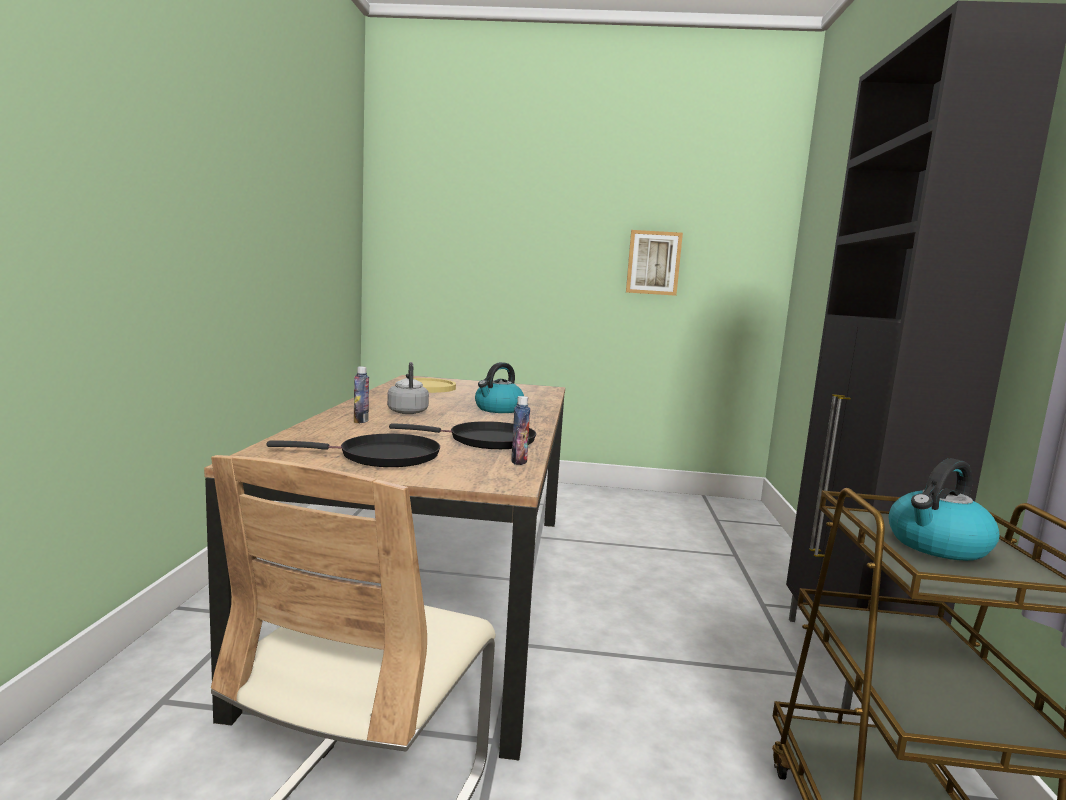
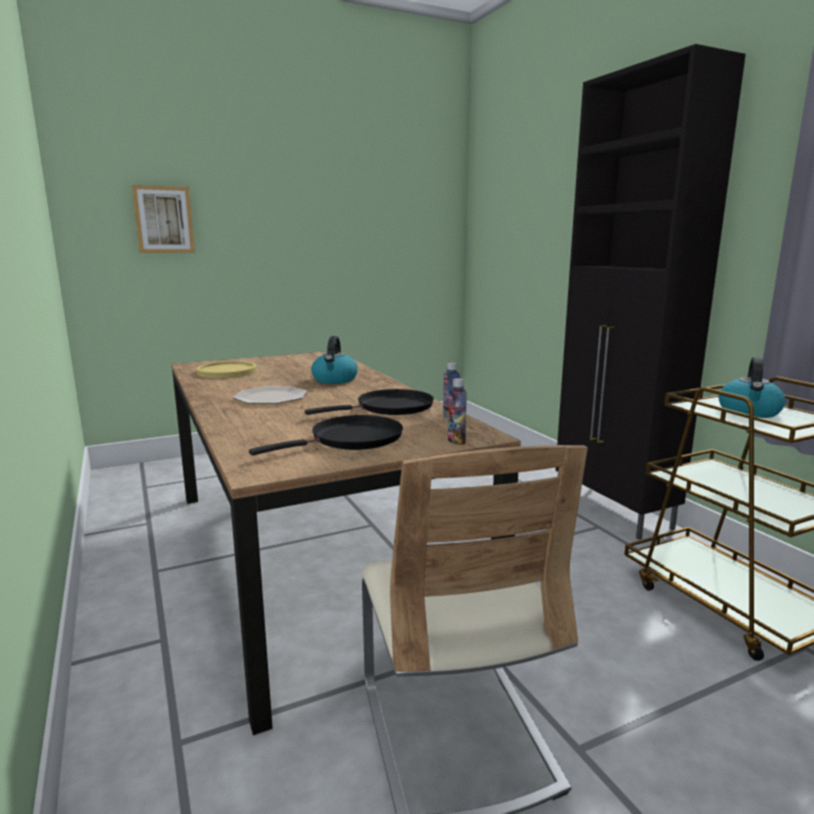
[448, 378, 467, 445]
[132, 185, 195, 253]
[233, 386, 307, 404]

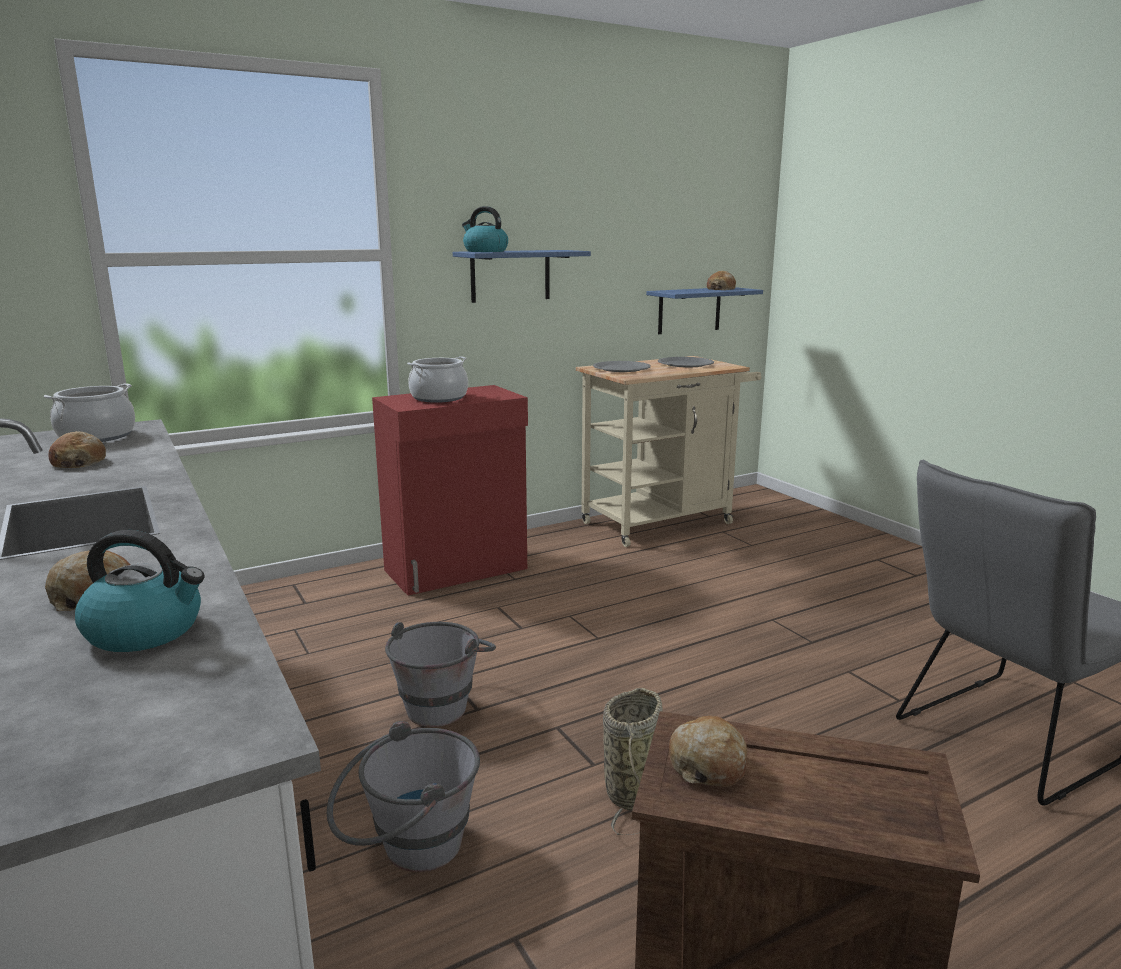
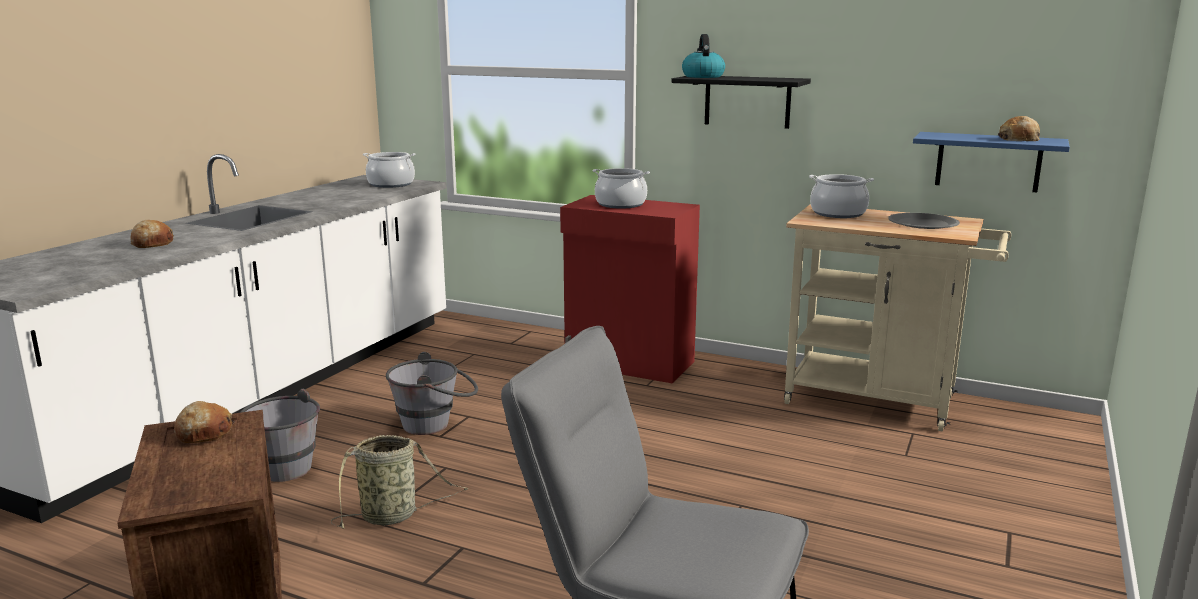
[49, 431, 106, 468] (first image)
[75, 530, 205, 652] (first image)
[809, 174, 874, 218]
[672, 76, 811, 129]

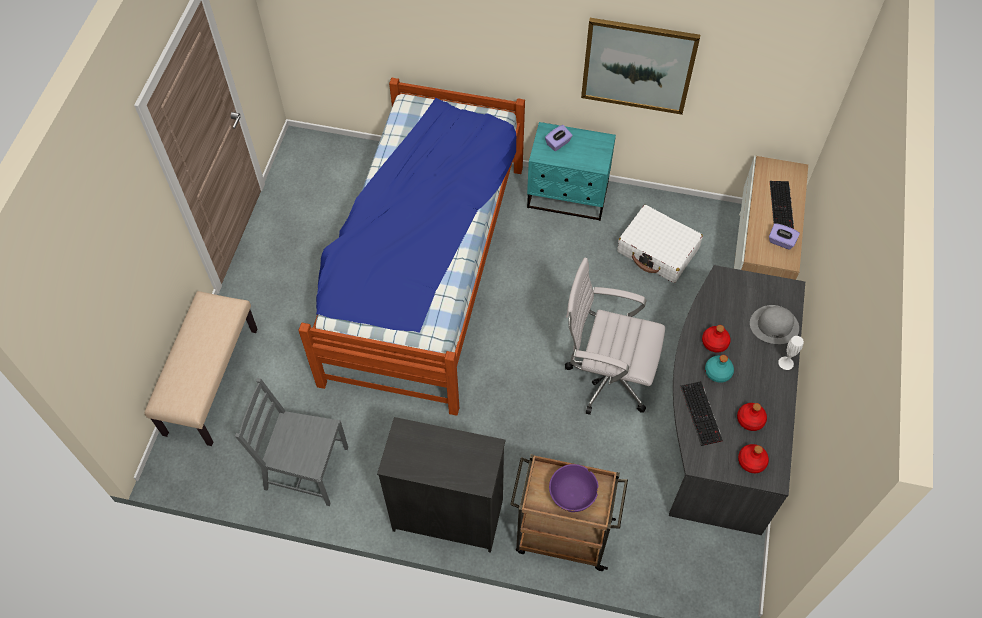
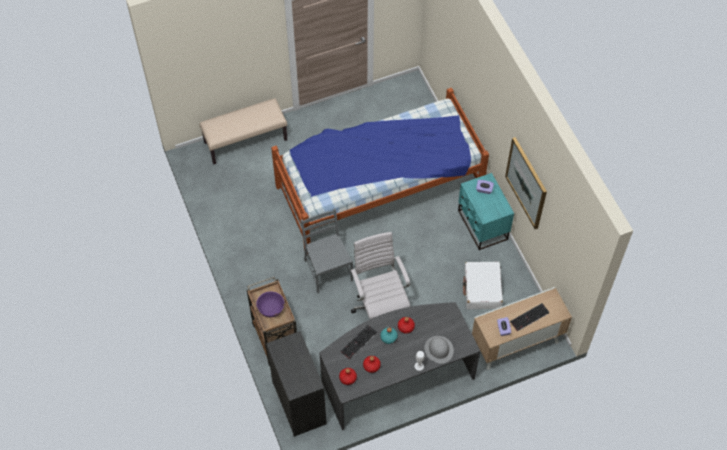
[301, 208, 353, 293]
[266, 331, 327, 437]

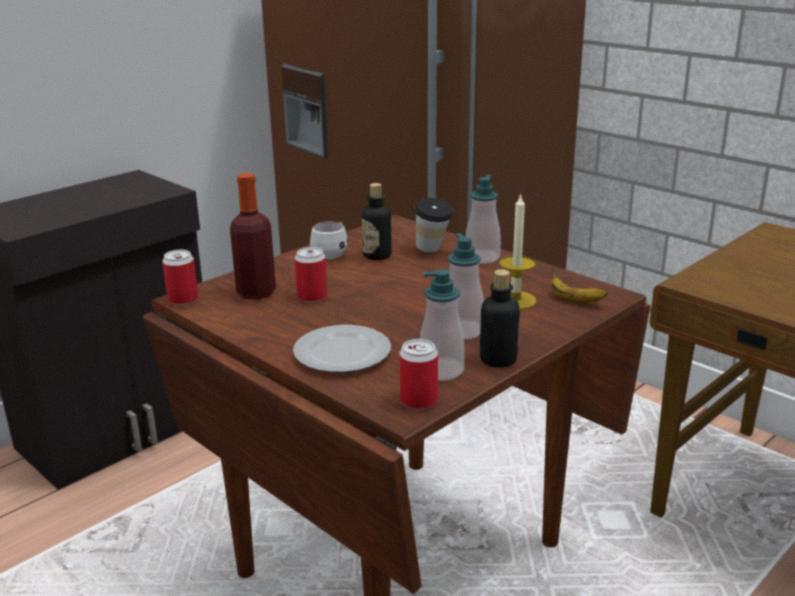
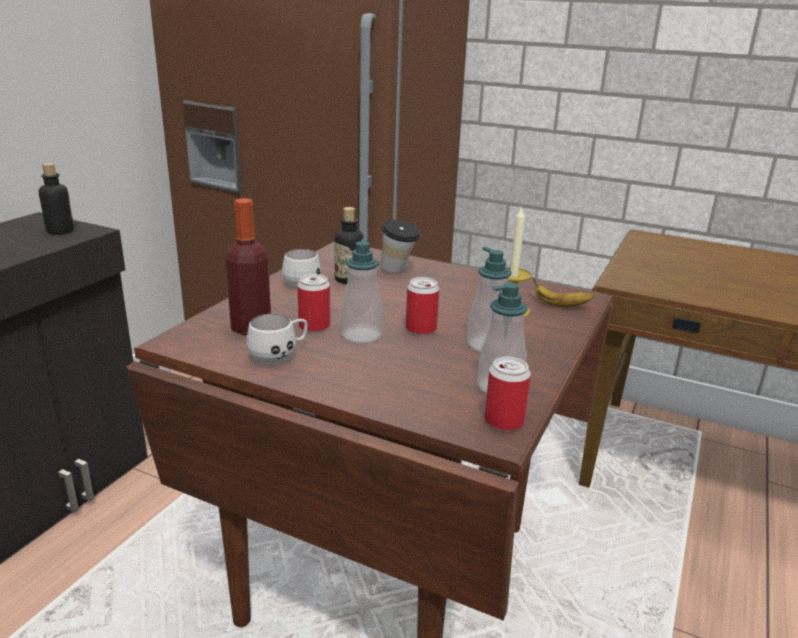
[293, 325, 391, 373] (first image)
[246, 314, 308, 363]
[406, 277, 439, 335]
[341, 238, 383, 343]
[39, 163, 74, 235]

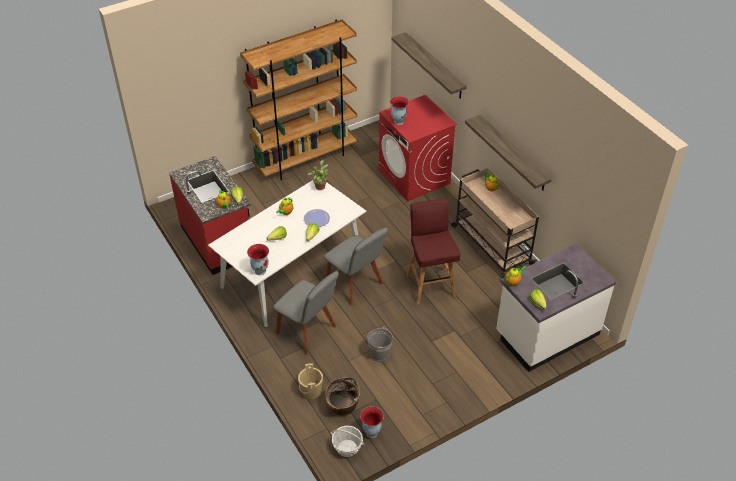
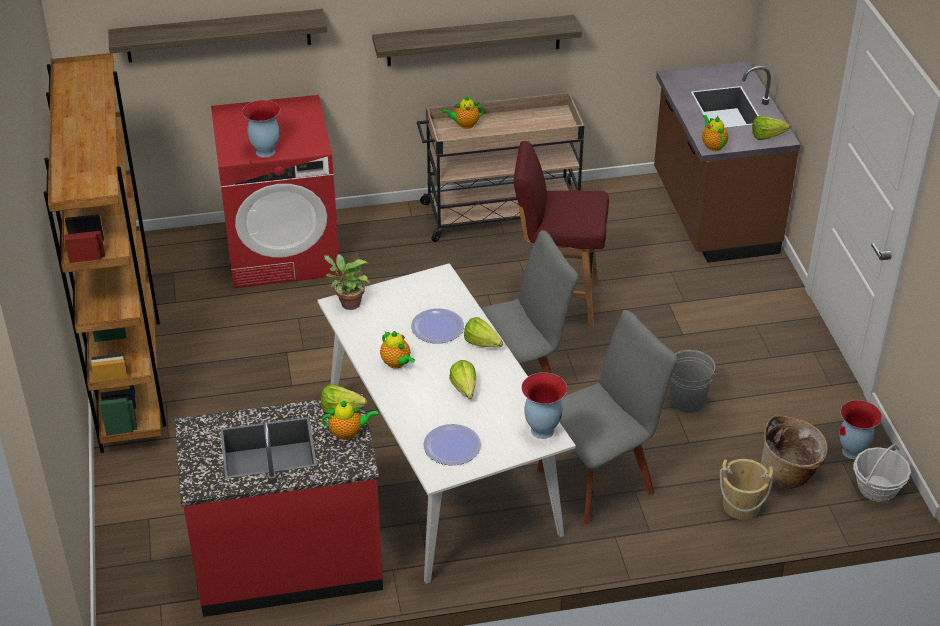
[423, 424, 481, 466]
[654, 62, 800, 263]

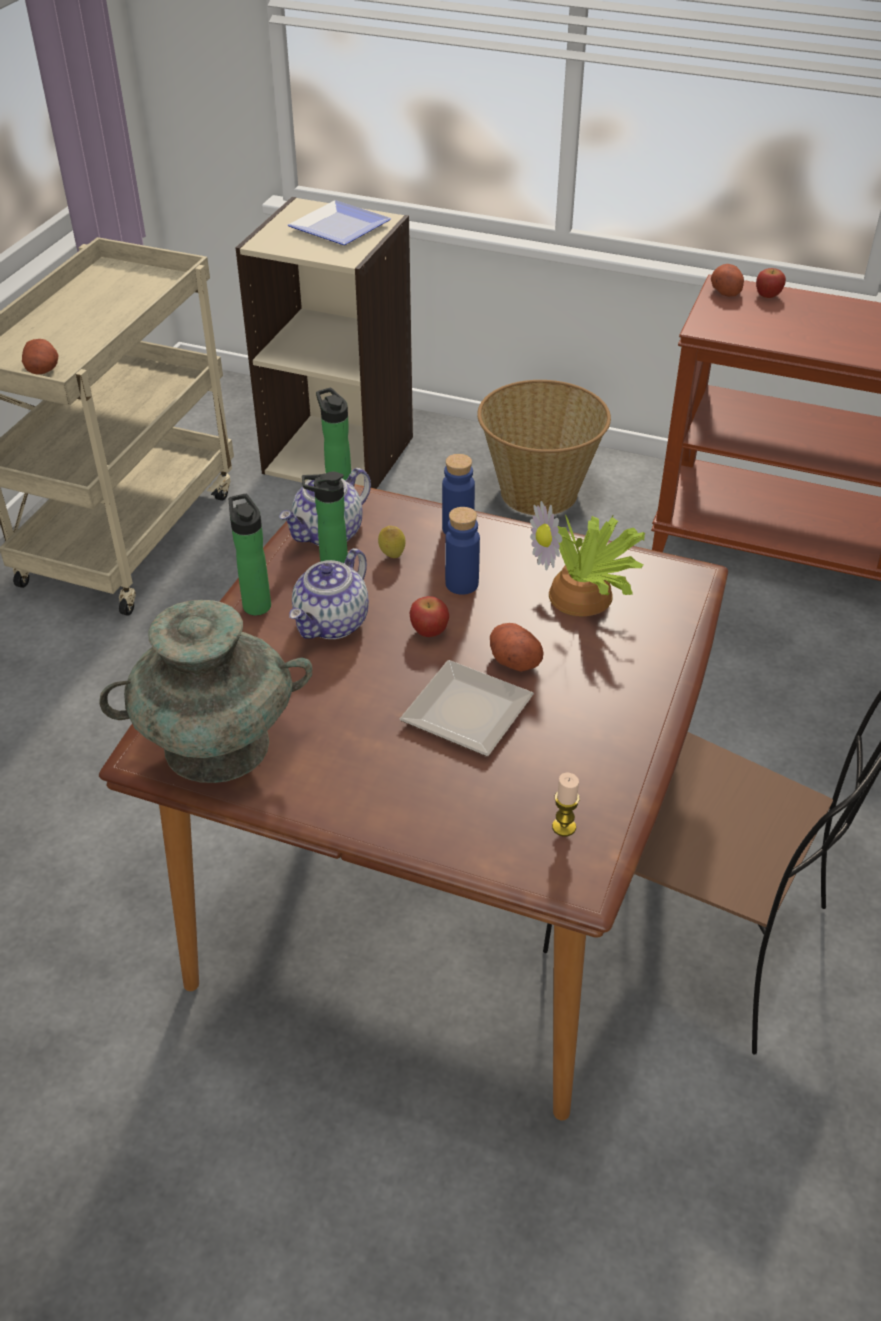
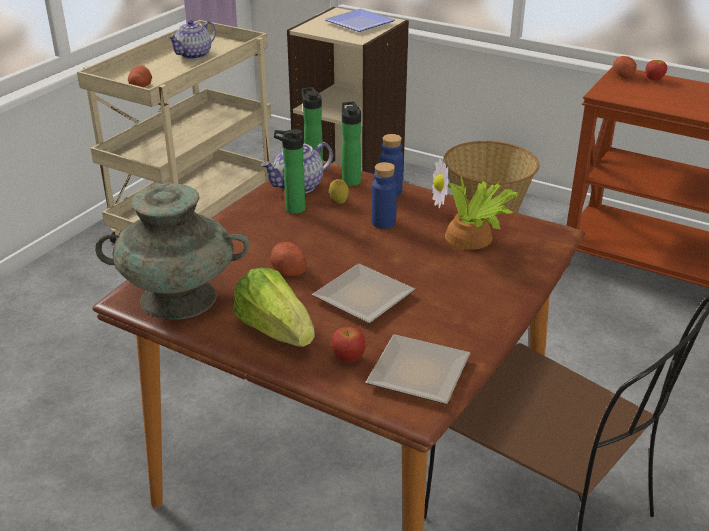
[233, 268, 315, 347]
[342, 102, 361, 186]
[167, 20, 216, 59]
[331, 327, 366, 362]
[270, 242, 307, 276]
[366, 334, 470, 404]

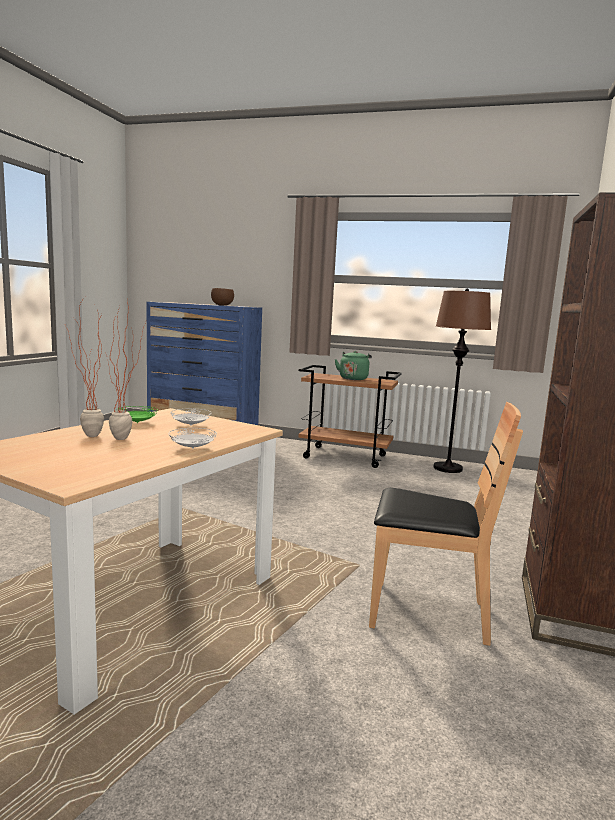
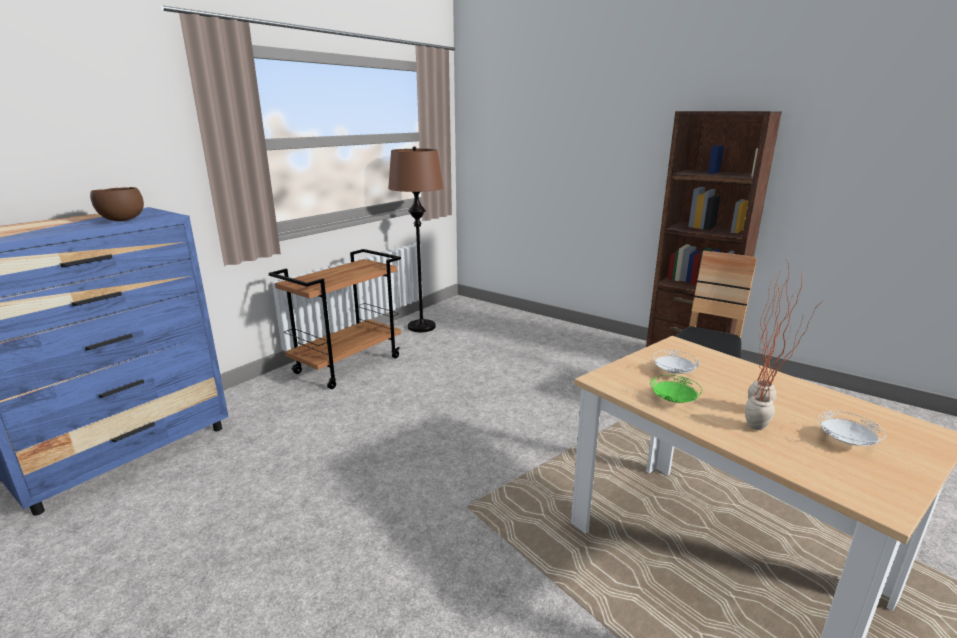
[335, 351, 372, 380] (first image)
[818, 411, 886, 446]

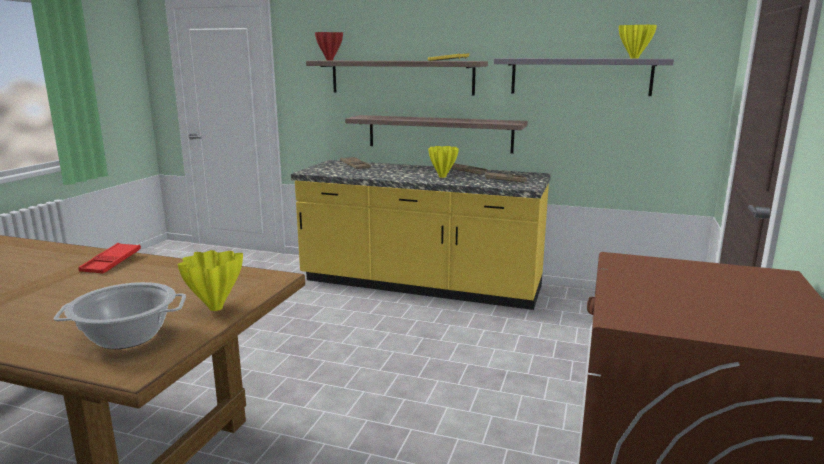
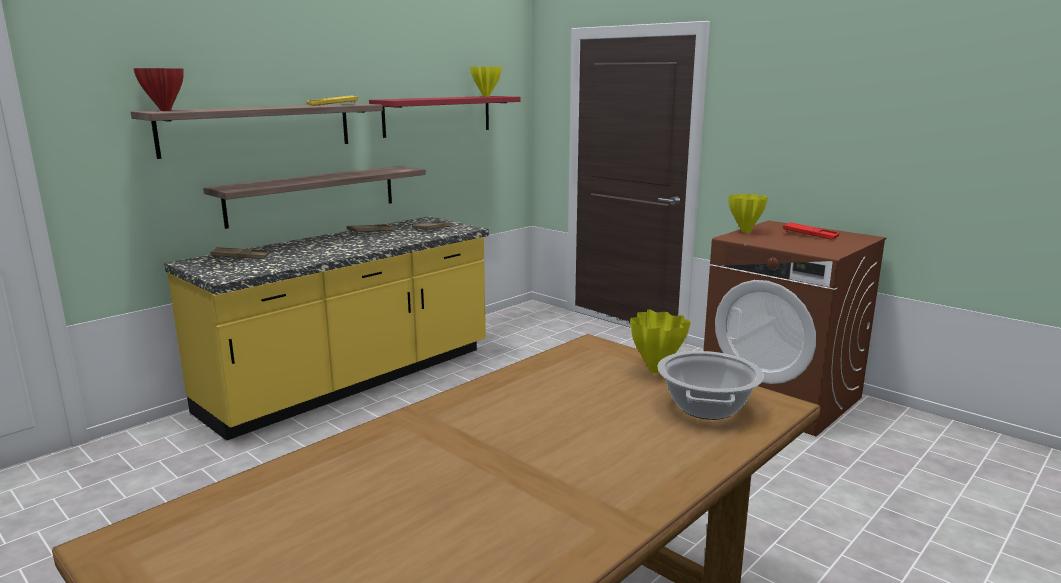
[783, 222, 839, 240]
[728, 194, 768, 233]
[369, 96, 520, 138]

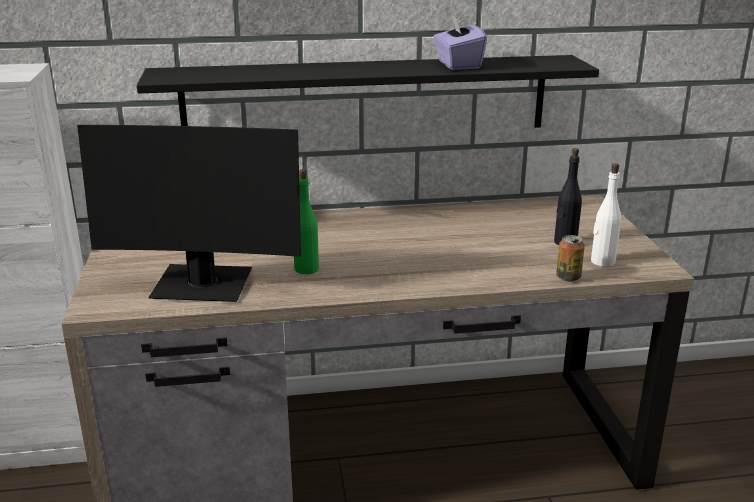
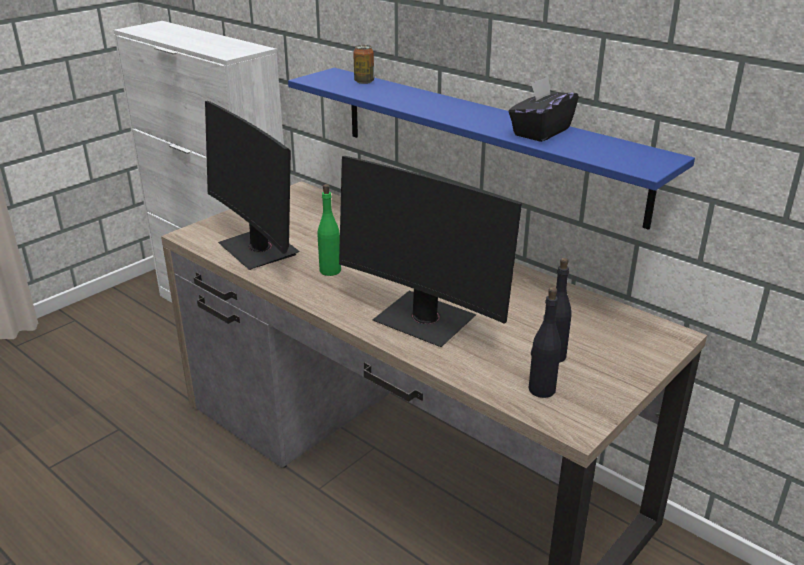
[339, 156, 522, 347]
[353, 45, 374, 84]
[288, 68, 695, 230]
[509, 77, 579, 142]
[529, 287, 561, 398]

